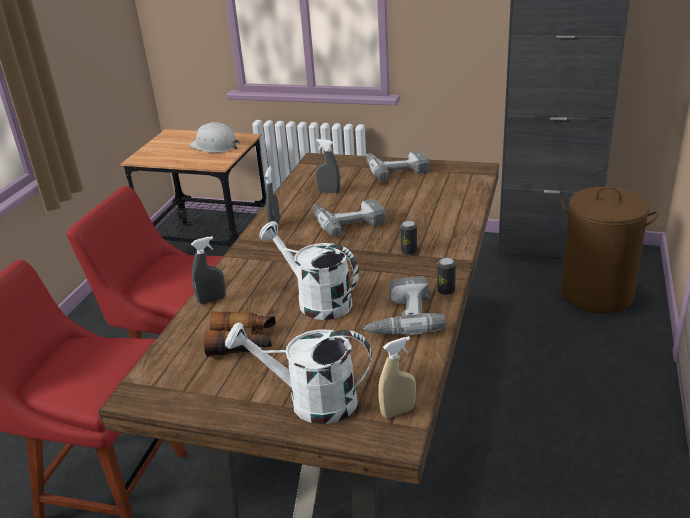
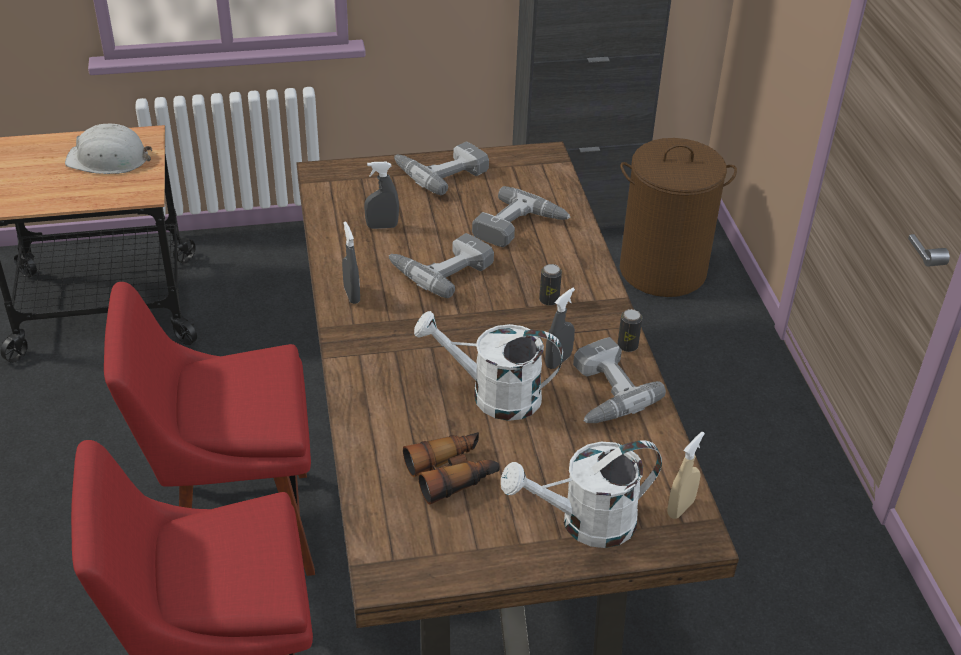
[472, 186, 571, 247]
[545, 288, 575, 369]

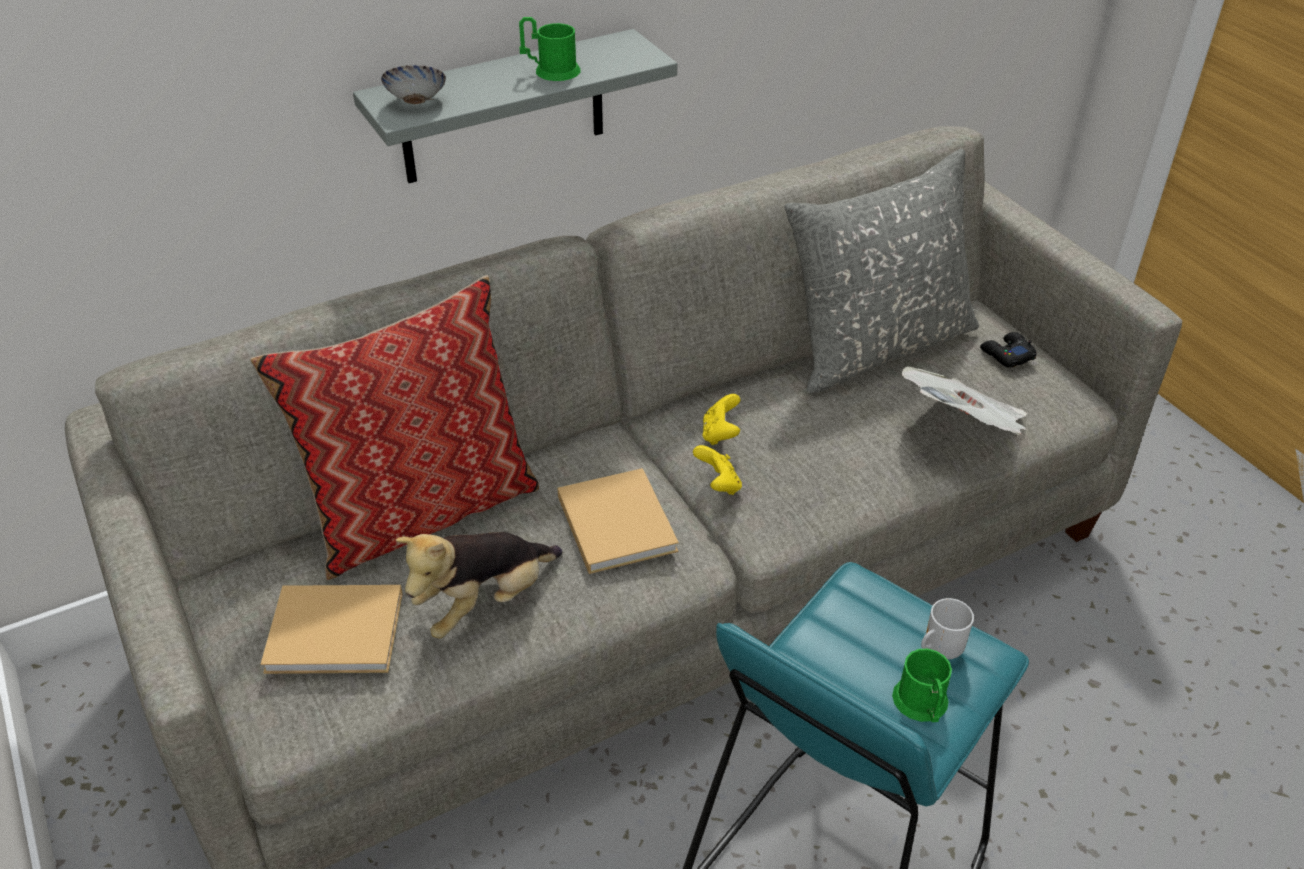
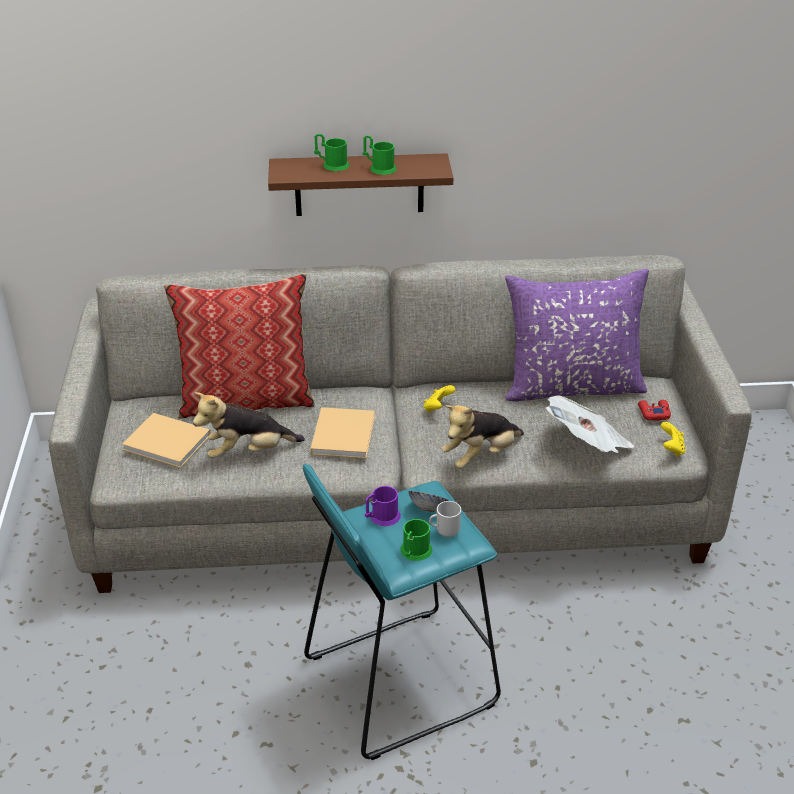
[314, 134, 350, 171]
[365, 486, 401, 526]
[442, 405, 524, 469]
[409, 491, 449, 512]
[661, 422, 686, 457]
[268, 153, 453, 216]
[505, 269, 649, 402]
[638, 400, 671, 421]

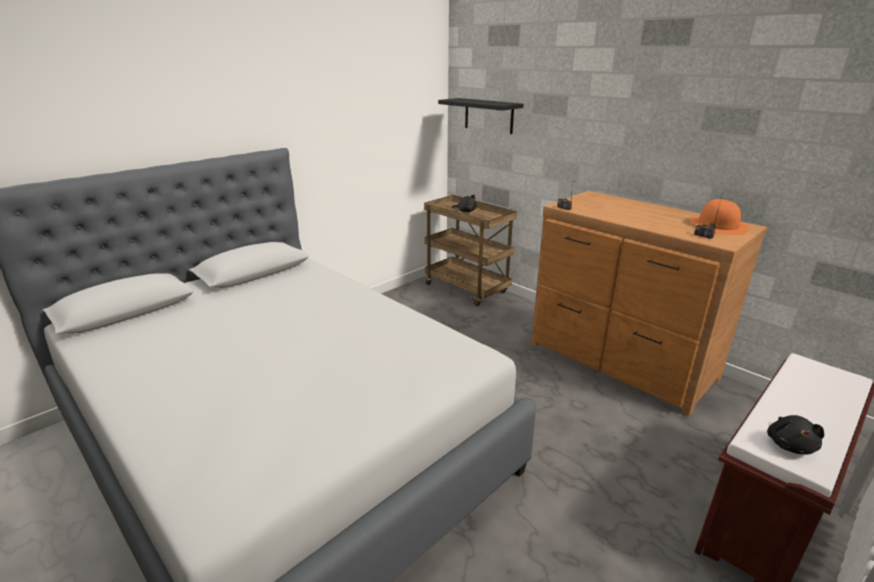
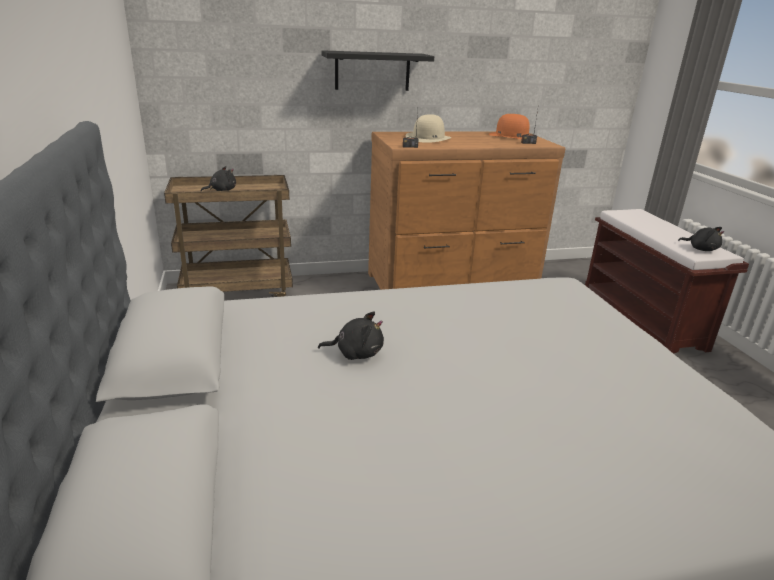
[318, 312, 384, 360]
[406, 114, 452, 143]
[321, 50, 434, 91]

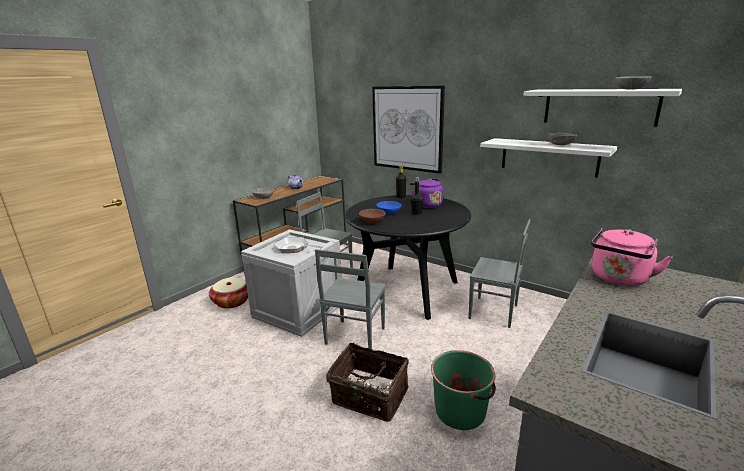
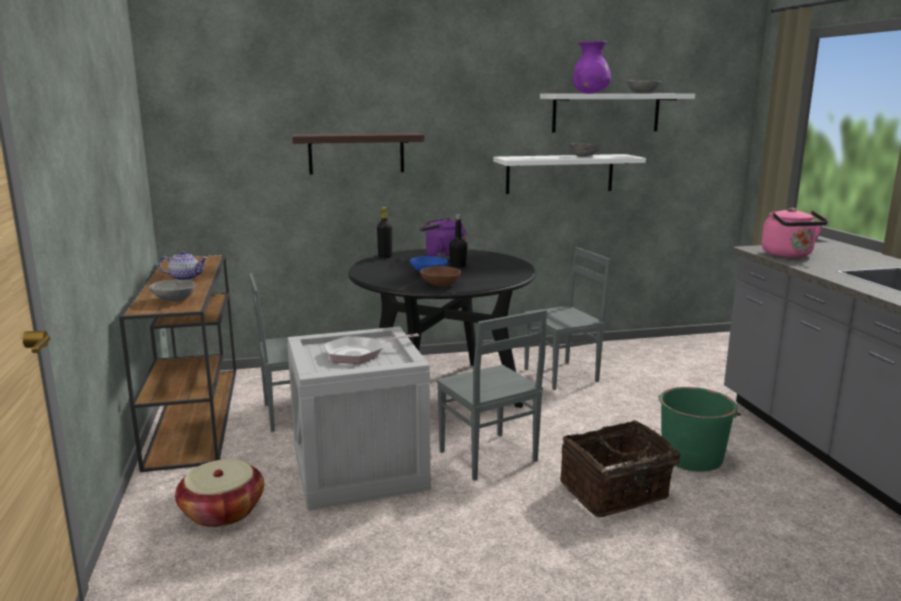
[573, 41, 611, 93]
[292, 133, 424, 174]

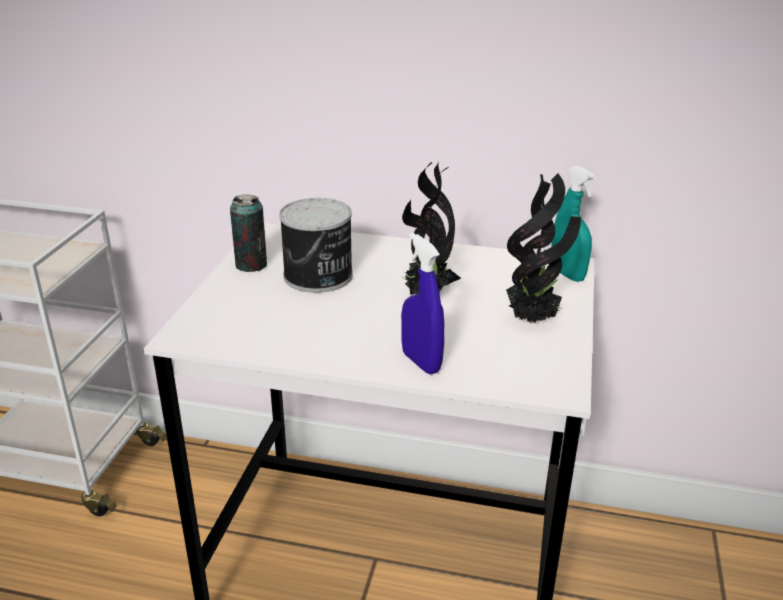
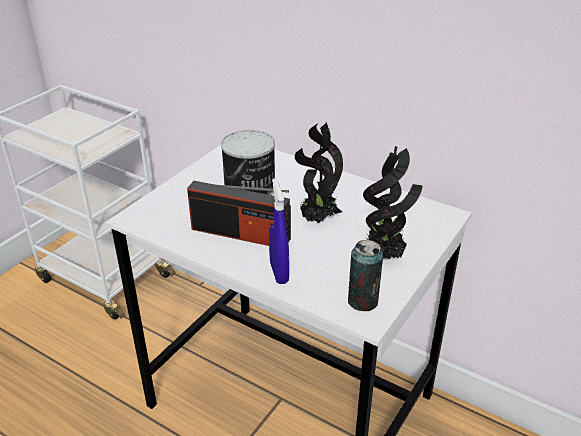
[551, 165, 597, 282] (first image)
[187, 181, 291, 246]
[348, 240, 383, 311]

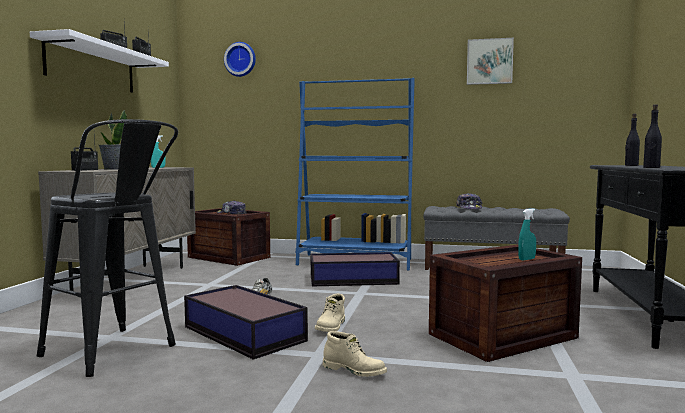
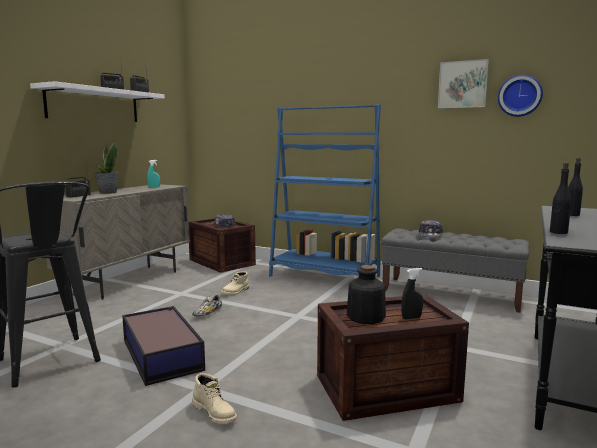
[311, 252, 400, 286] (first image)
[347, 265, 386, 324]
[498, 75, 543, 117]
[221, 271, 249, 295]
[402, 268, 423, 319]

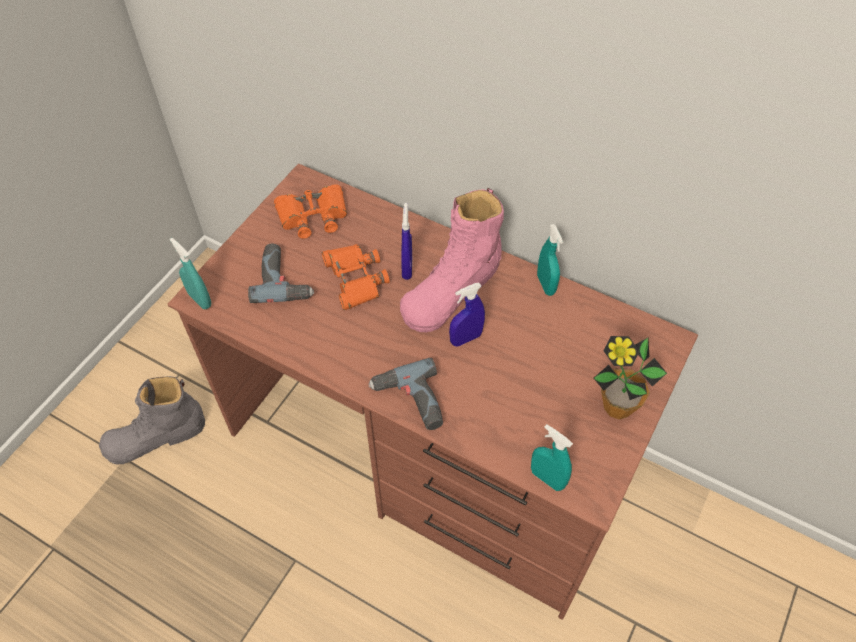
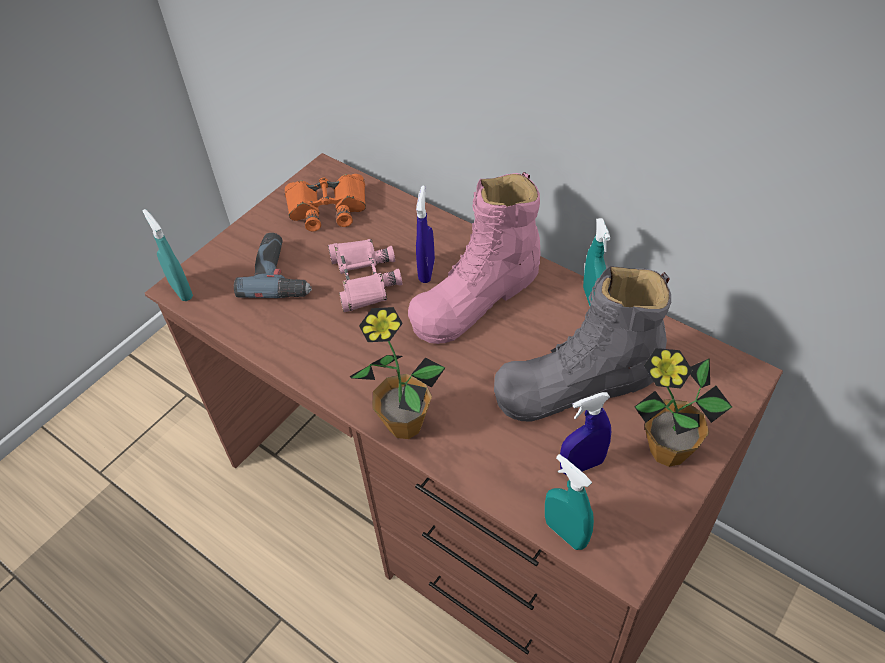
[494, 266, 671, 422]
[560, 392, 611, 475]
[349, 307, 446, 439]
[328, 239, 402, 312]

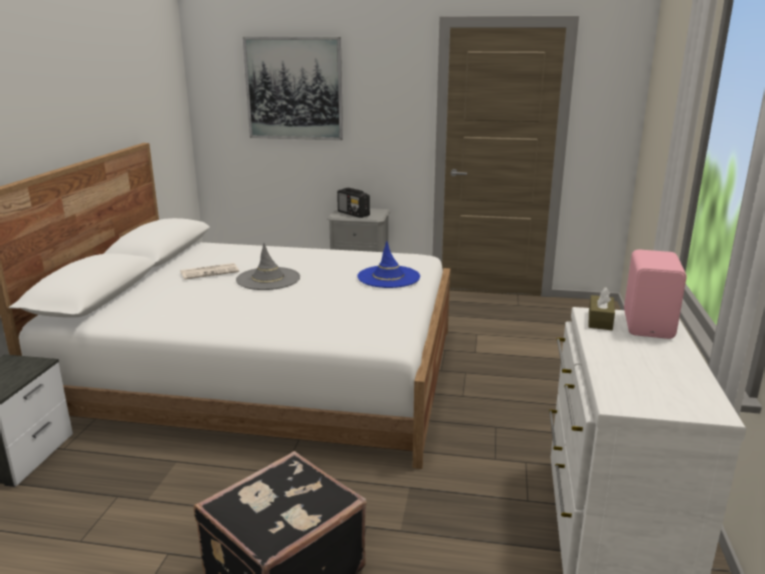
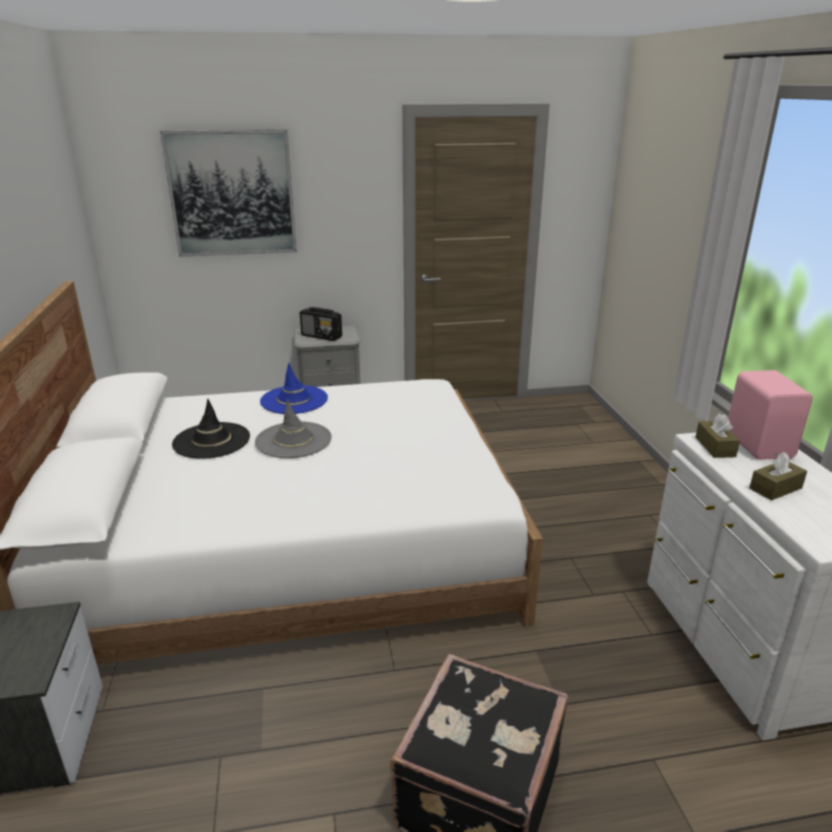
[749, 452, 807, 500]
[260, 363, 328, 414]
[172, 399, 250, 459]

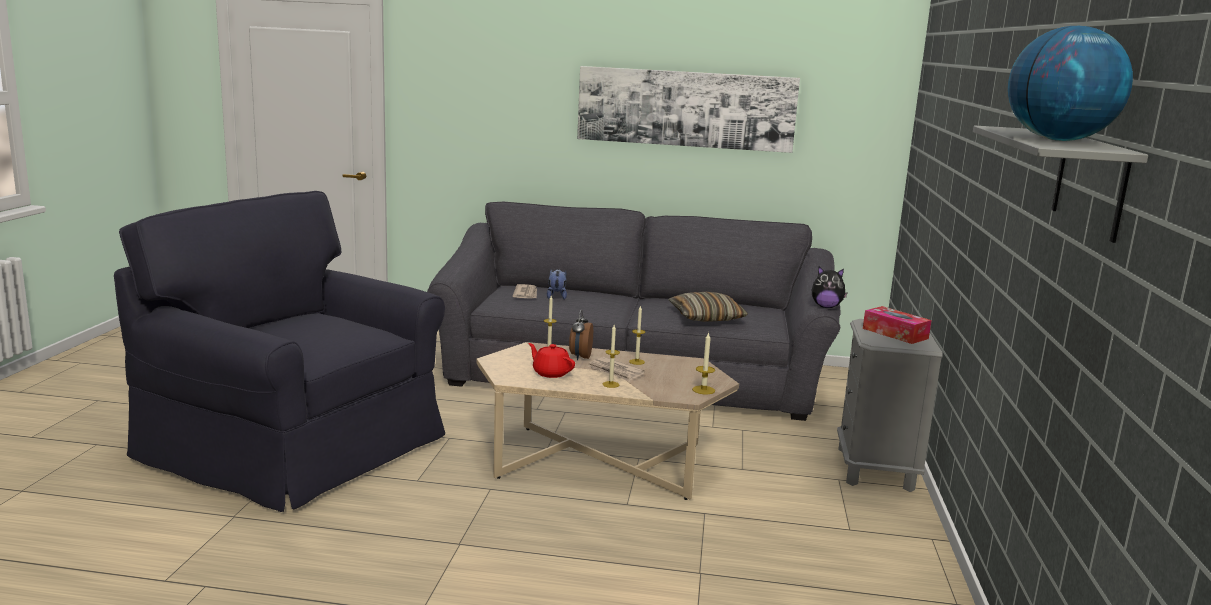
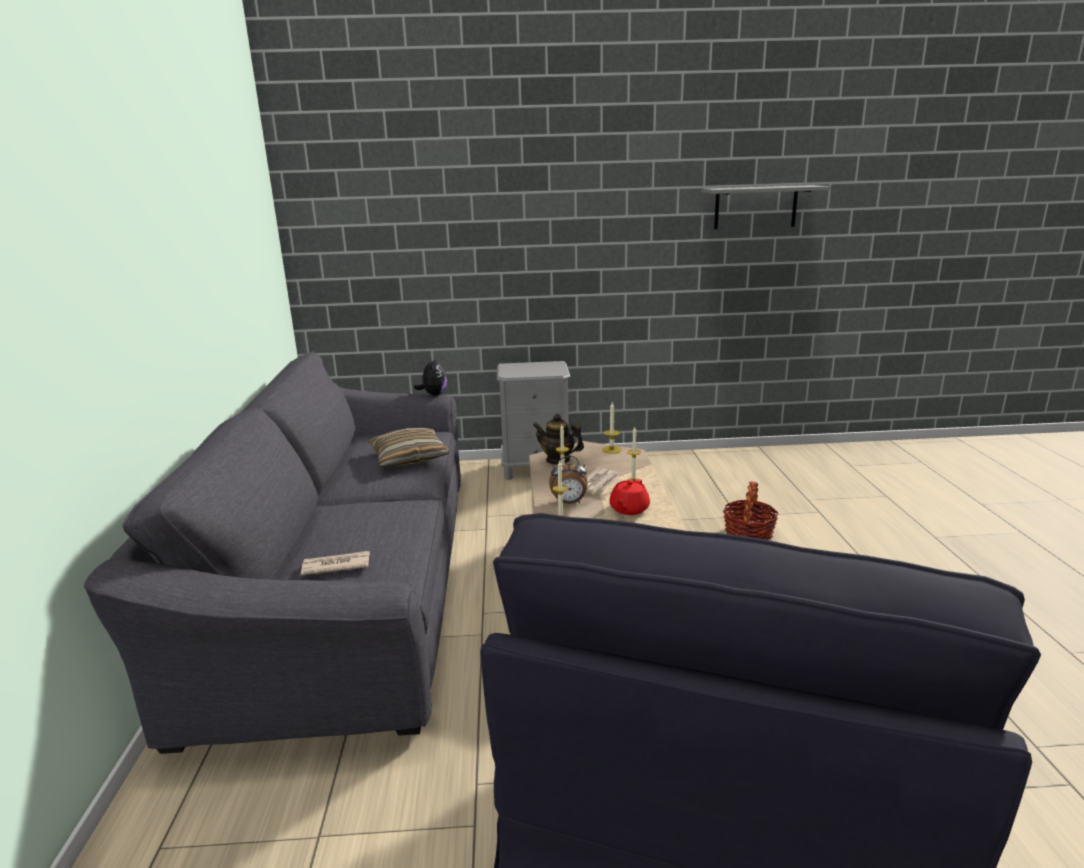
[547, 269, 567, 300] (first image)
[577, 66, 800, 153] (first image)
[863, 306, 932, 344] (first image)
[1008, 26, 1133, 141] (first image)
[533, 414, 584, 465]
[723, 481, 779, 540]

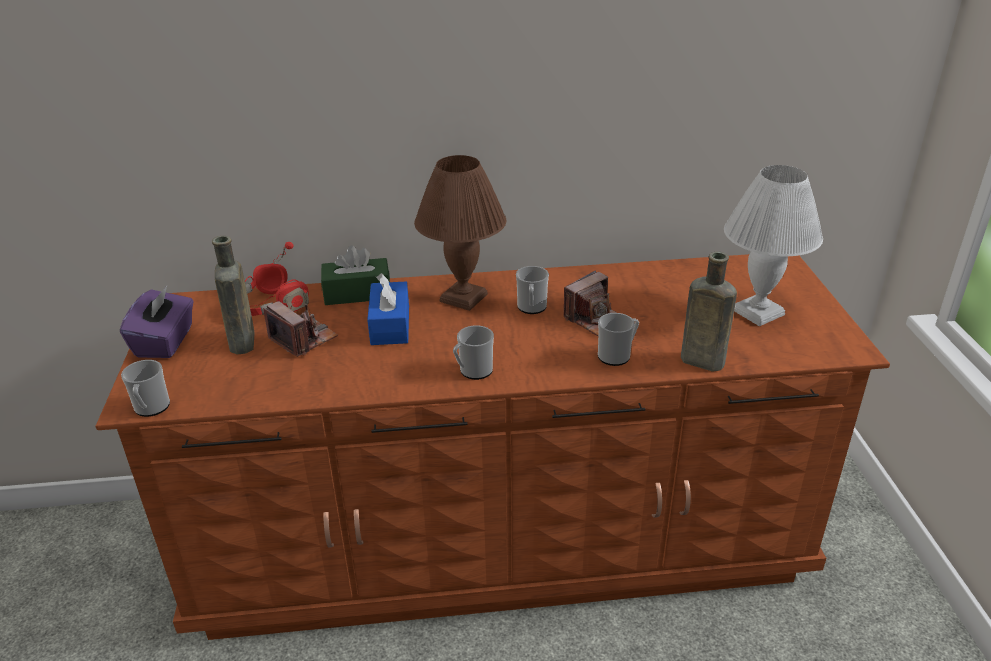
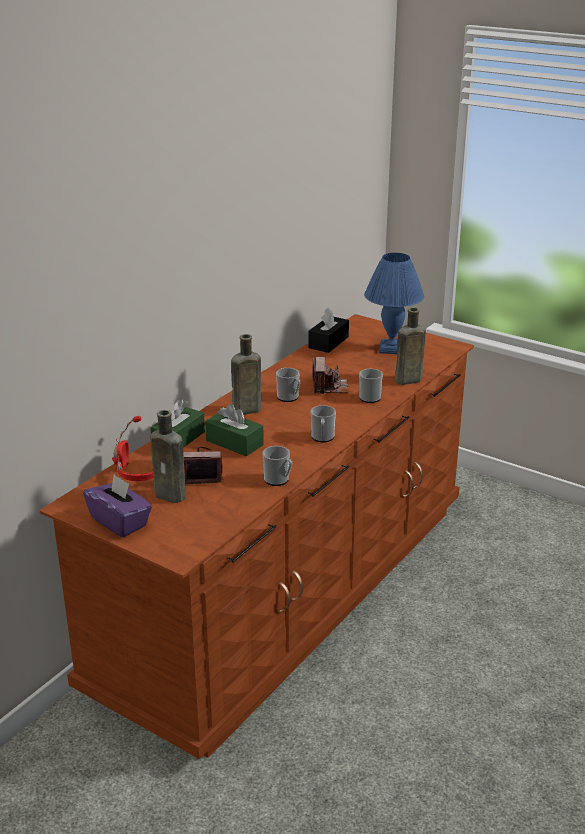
[308, 308, 349, 353]
[262, 446, 293, 486]
[231, 334, 261, 415]
[205, 404, 264, 456]
[364, 253, 425, 354]

